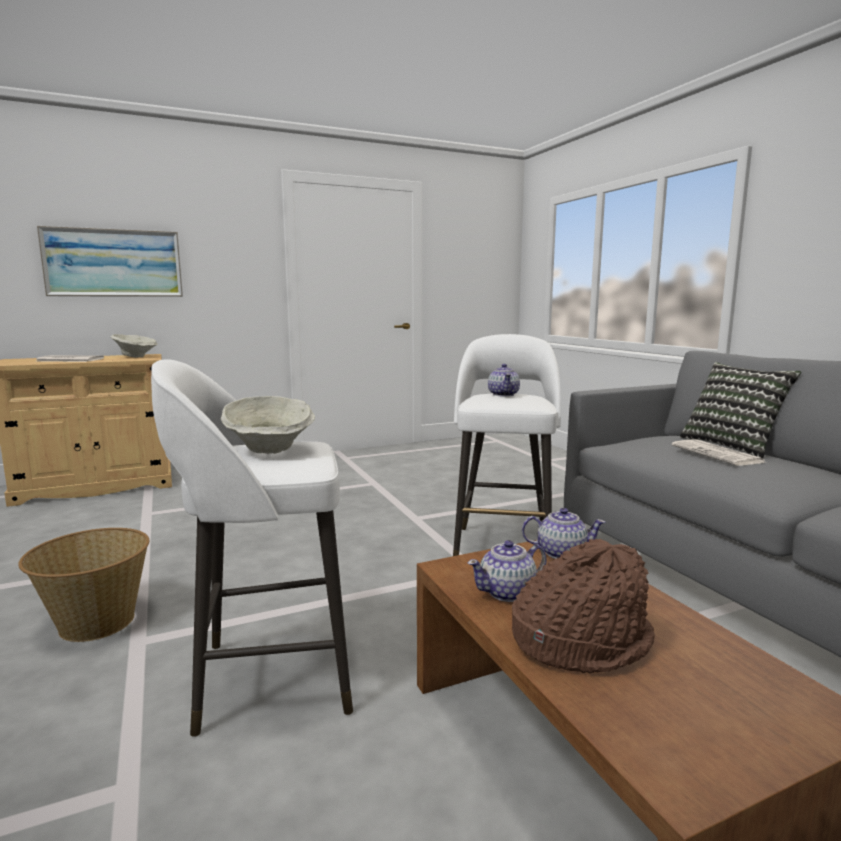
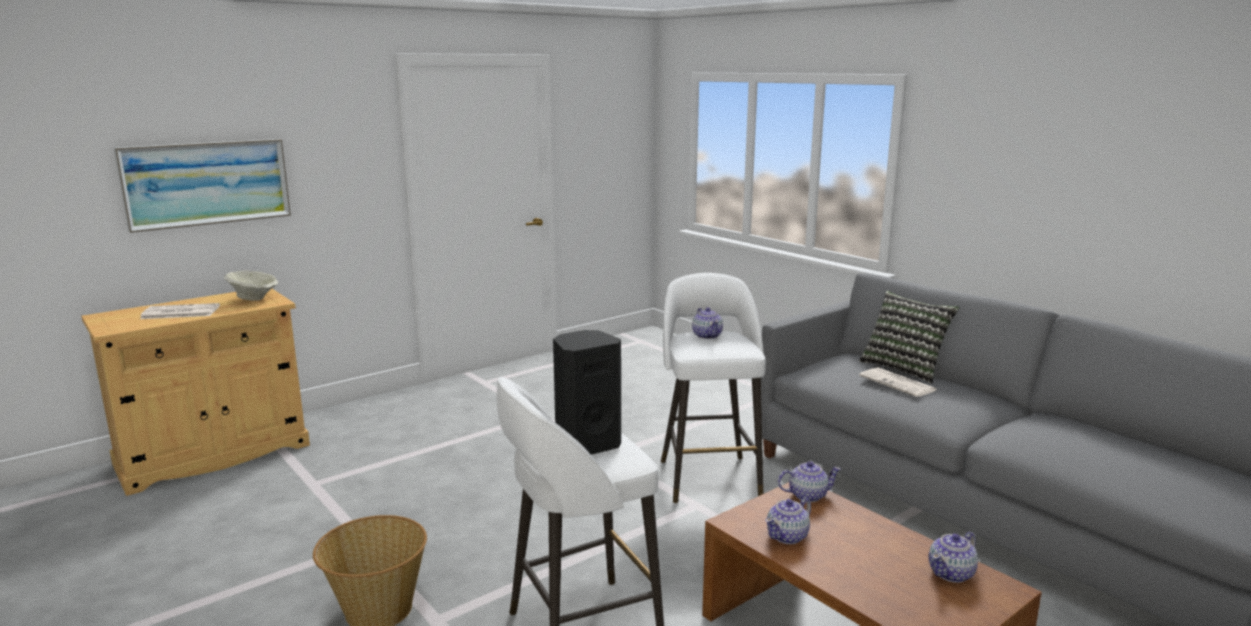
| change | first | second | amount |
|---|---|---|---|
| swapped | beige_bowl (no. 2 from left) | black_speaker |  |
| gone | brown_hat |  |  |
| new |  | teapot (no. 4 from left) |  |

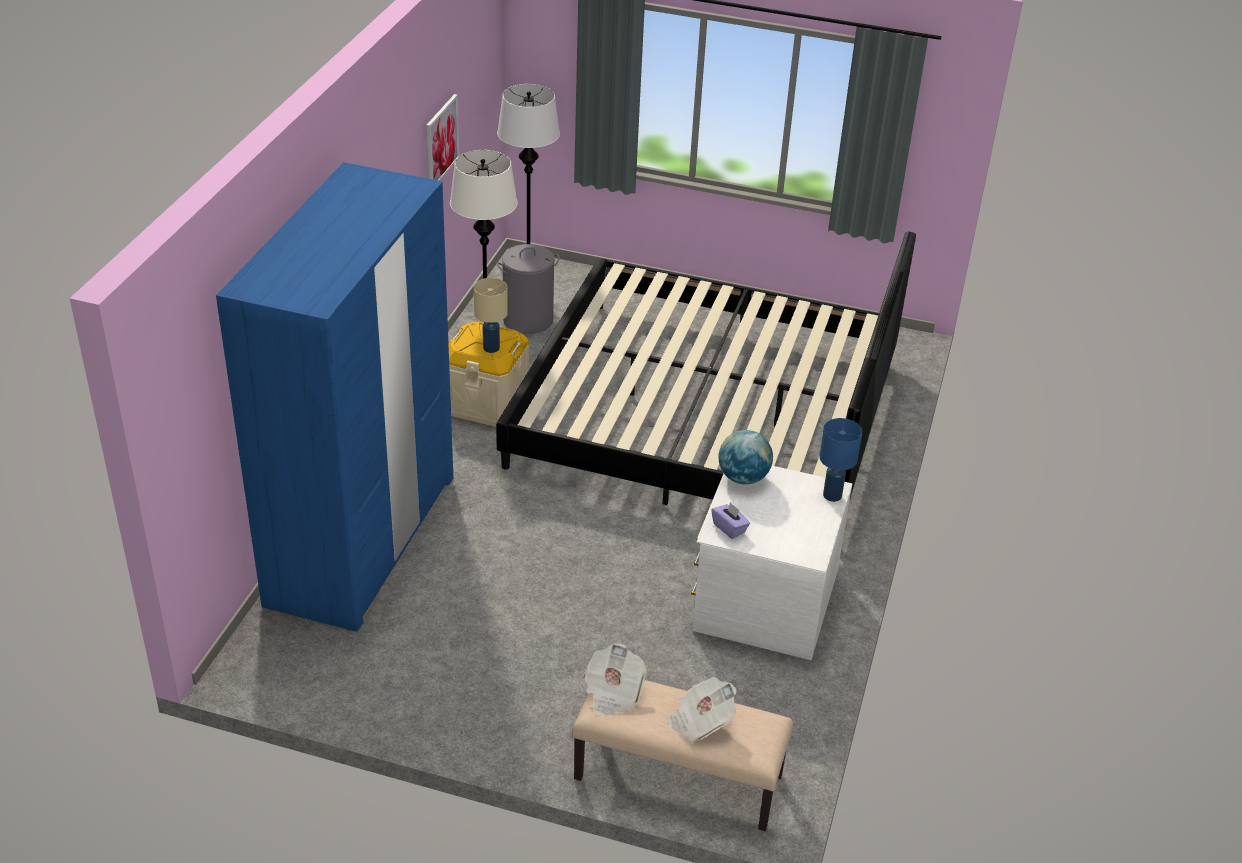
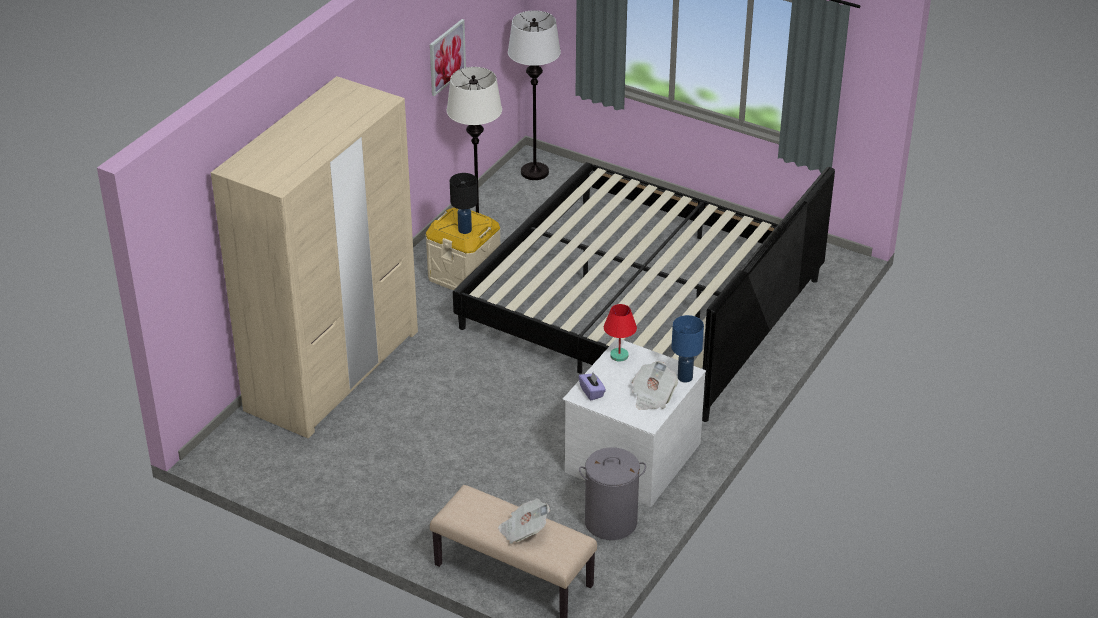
| change | first | second | amount |
|---|---|---|---|
| repainted | blue_wardrobe | beige_wardrobe |  |
| shifted | grey_laundry_basket |  |  |
| repainted | beige_table_lamp | black_table_lamp |  |
| swapped | globe | red_table_lamp |  |
| shifted | newspaper (no. 1 from left in the first image) | newspaper (no. 2 from left) |  |

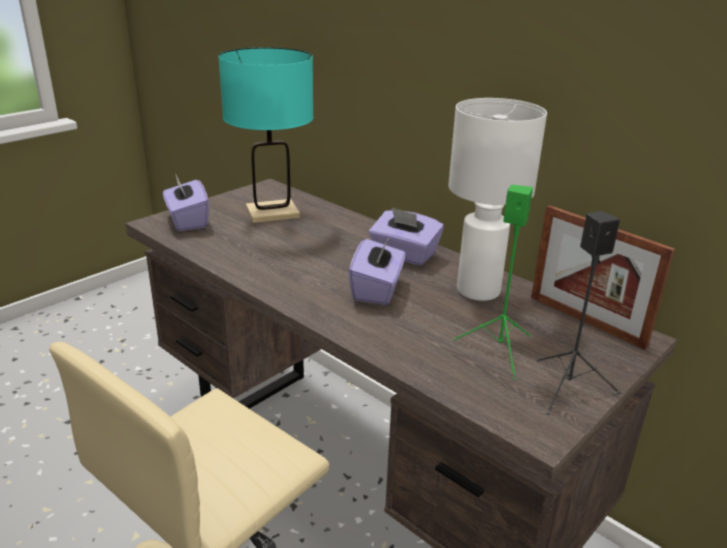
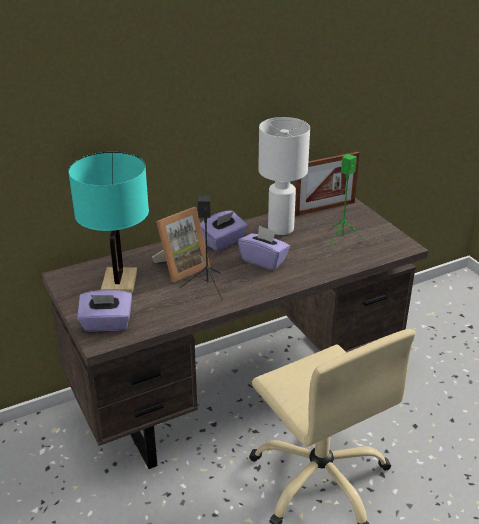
| change | first | second | amount |
|---|---|---|---|
| shifted | black_speaker |  |  |
| new |  | picture_frame (no. 1 from left) |  |

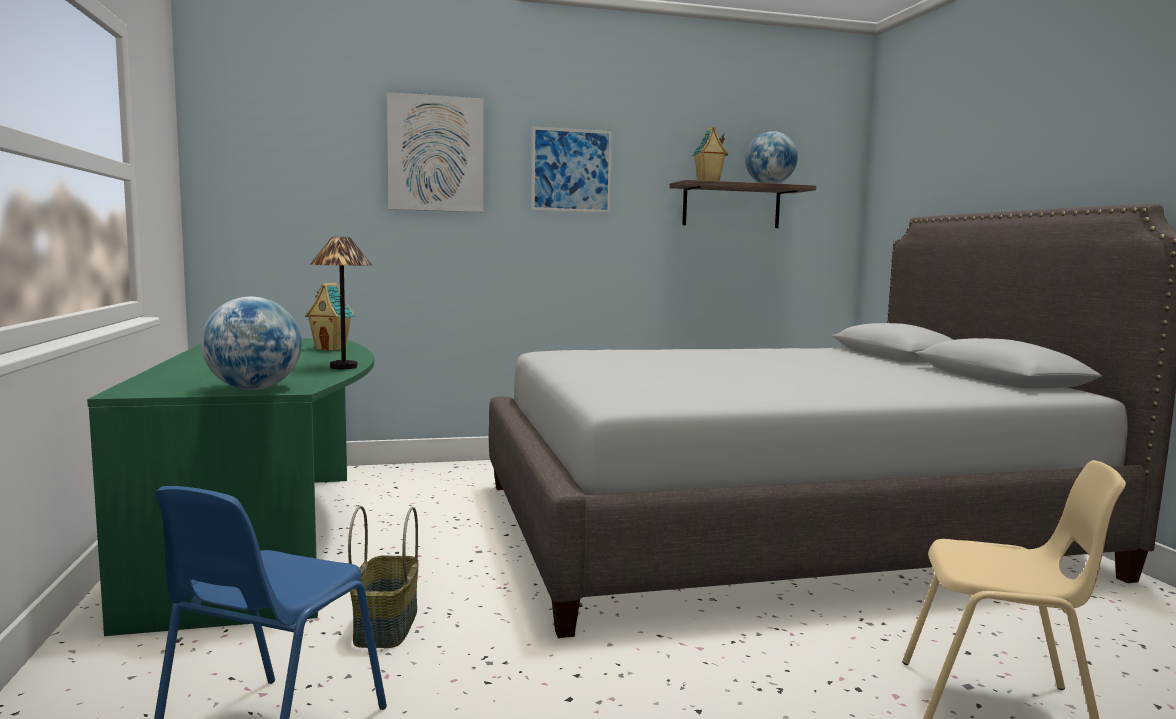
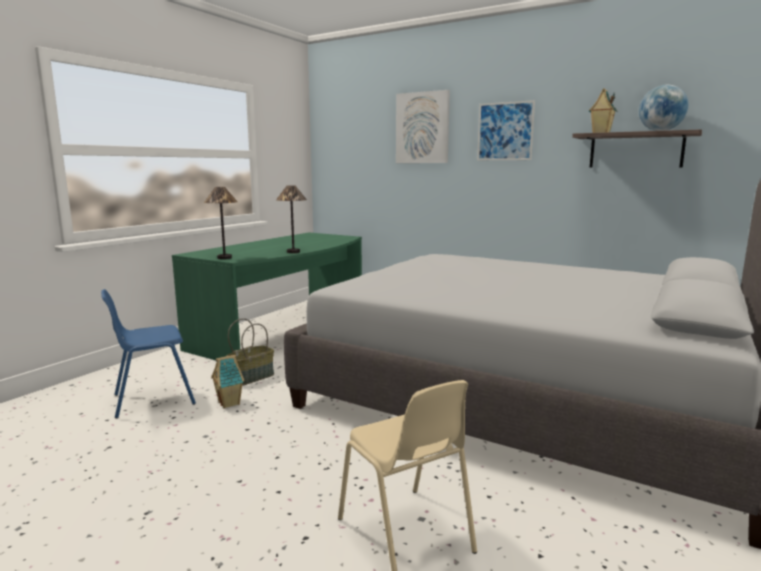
| change | first | second | amount |
|---|---|---|---|
| shifted | toy_house (no. 1 from left) |  |  |
| swapped | globe (no. 1 from left) | table_lamp (no. 1 from left) |  |

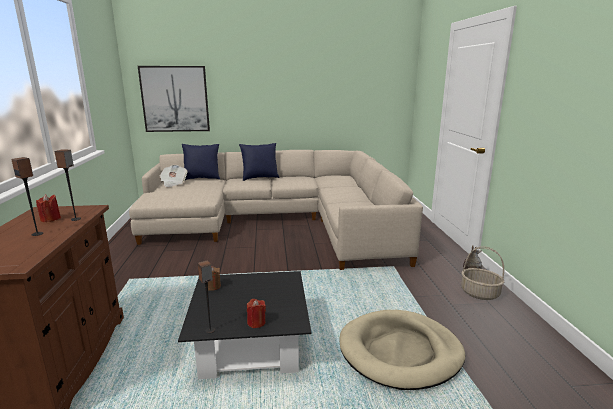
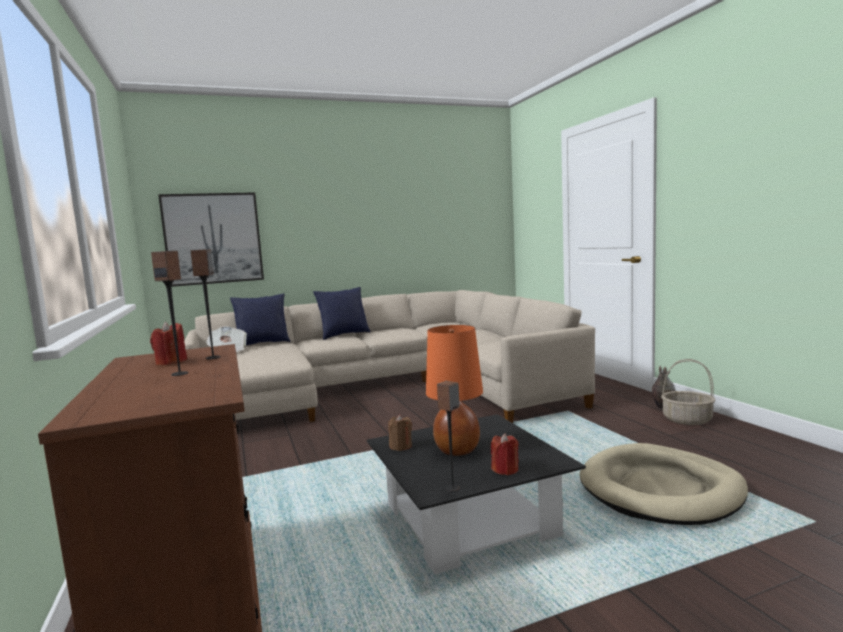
| change | first | second | amount |
|---|---|---|---|
| new |  | orange_table_lamp |  |

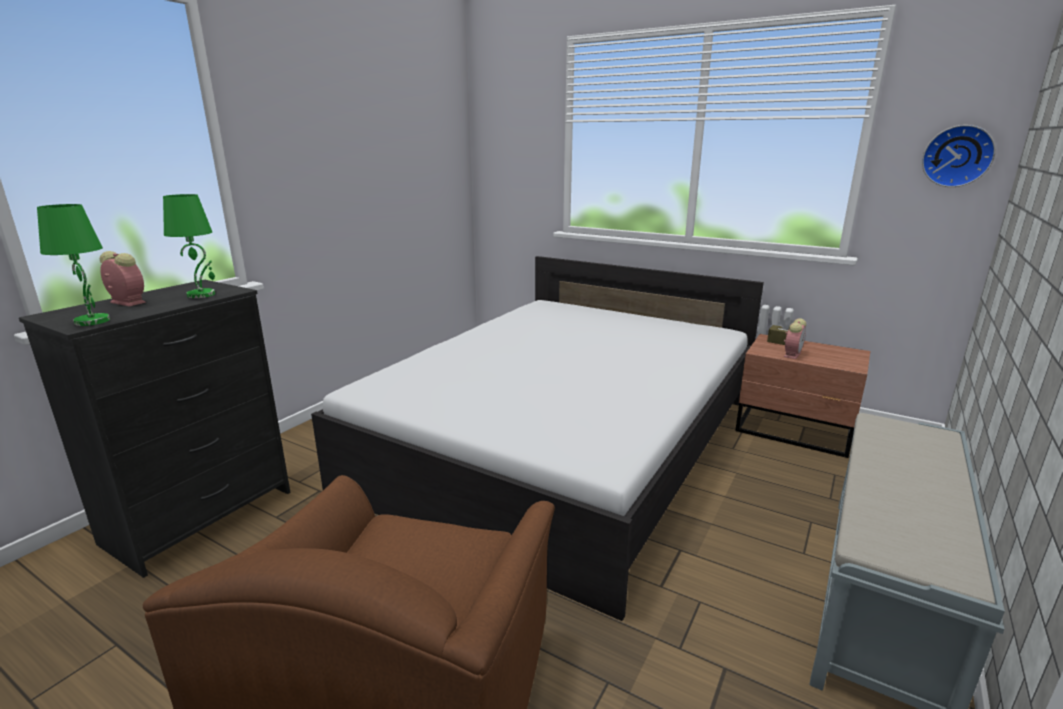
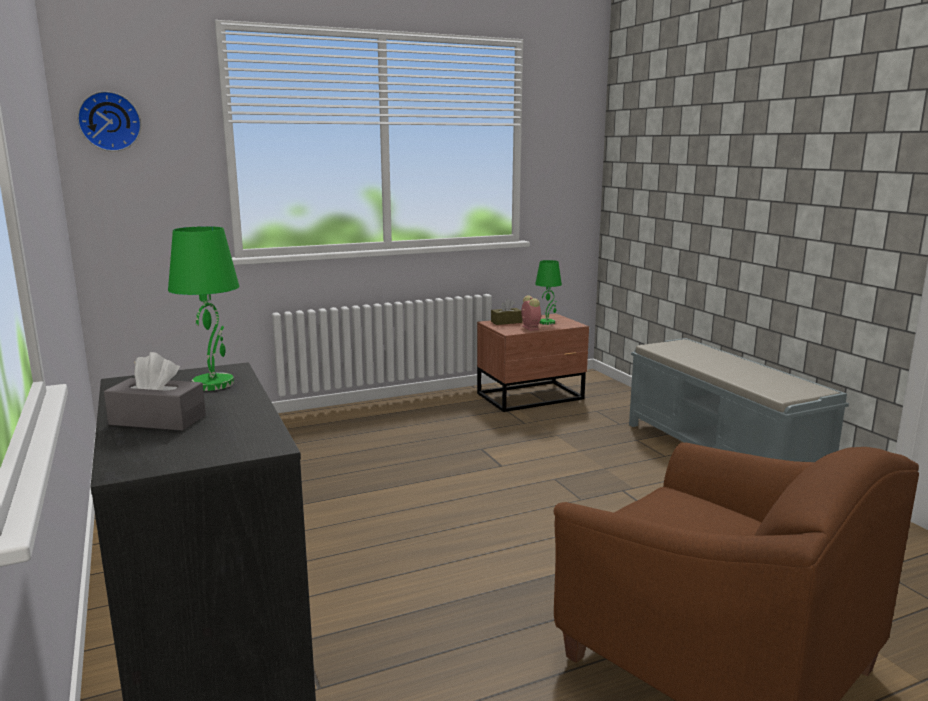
| change | first | second | amount |
|---|---|---|---|
| shifted | wall_clock |  |  |
| shifted | green_table_lamp (no. 1 from left in the first image) | green_table_lamp (no. 2 from left) |  |
| swapped | alarm_clock (no. 1 from left) | grey_tissue_box |  |
| gone | white_bed |  |  |

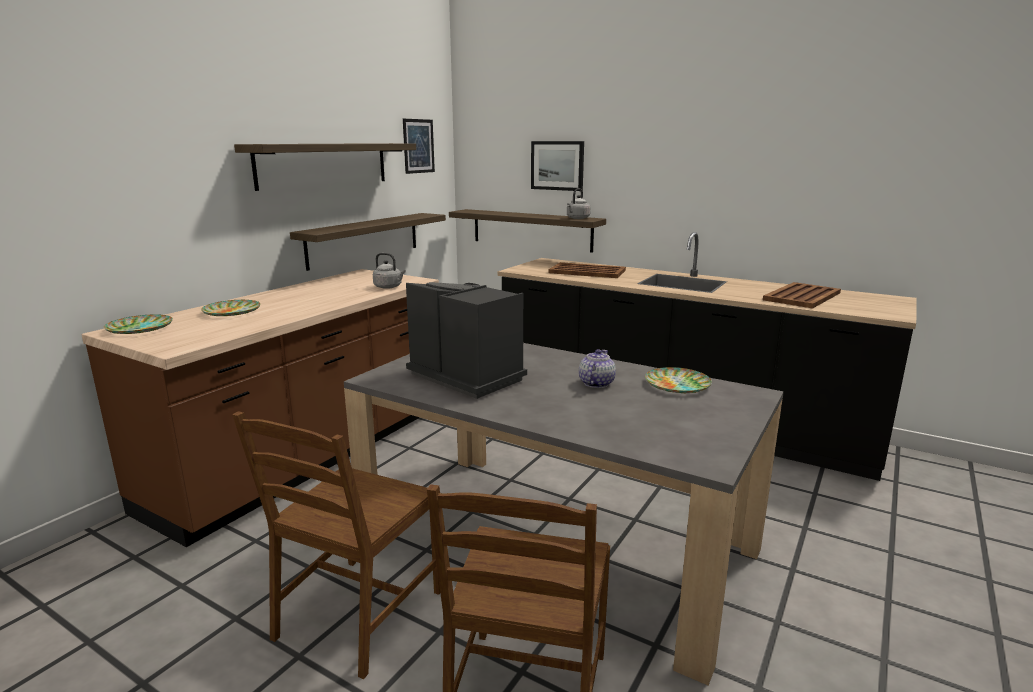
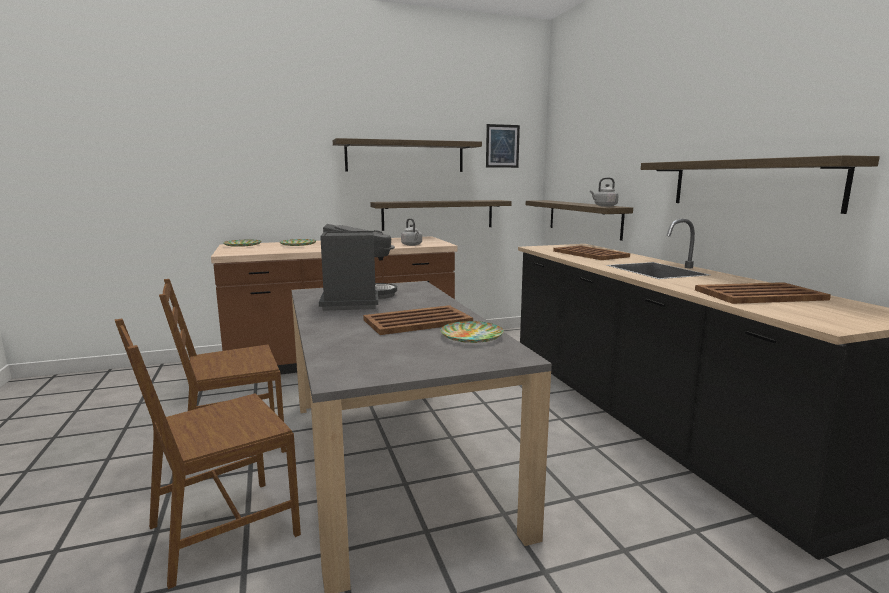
| change | first | second | amount |
|---|---|---|---|
| gone | picture (no. 2 from left) |  |  |
| swapped | teapot | brown_tray (no. 1 from left) |  |
| new |  | shelf (no. 4 from left) |  |

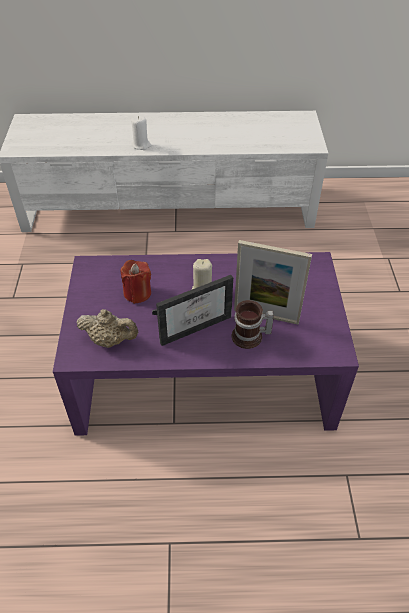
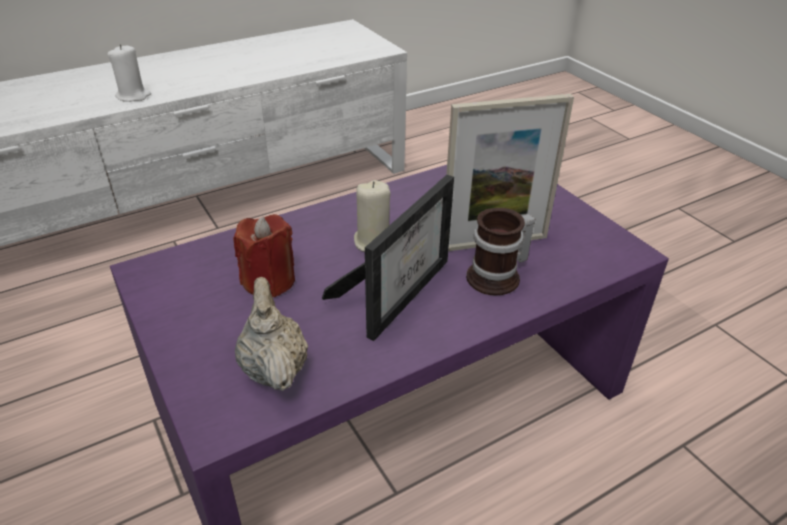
| change | first | second | amount |
|---|---|---|---|
| rotated | beige_teapot |  | 90 degrees counterclockwise |

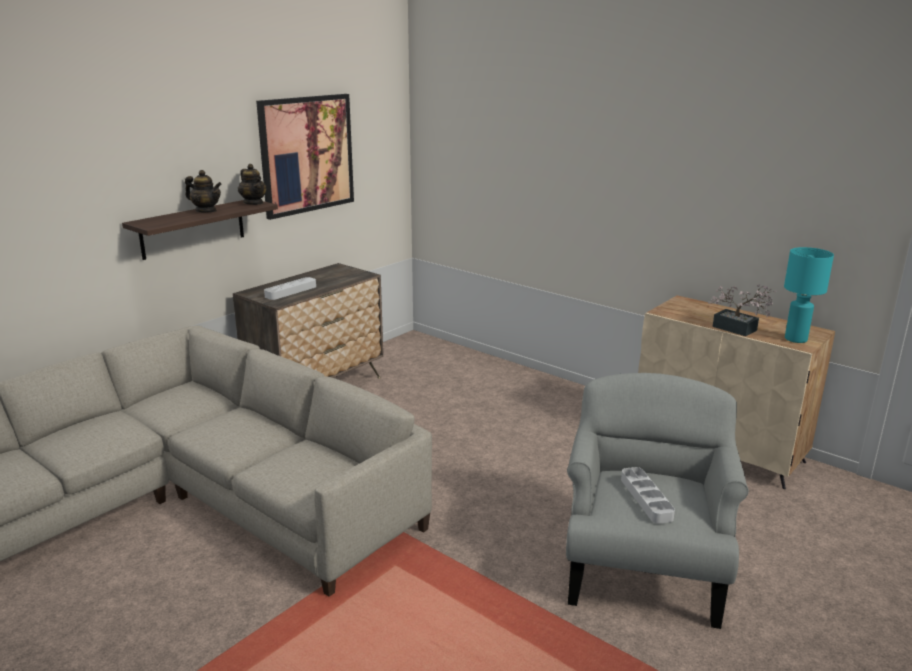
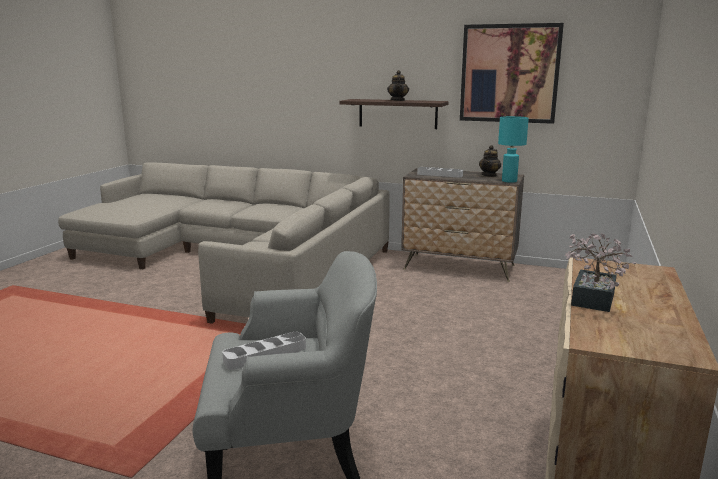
| change | first | second | amount |
|---|---|---|---|
| shifted | teapot (no. 2 from left) |  |  |
| shifted | turquoise_table_lamp |  |  |

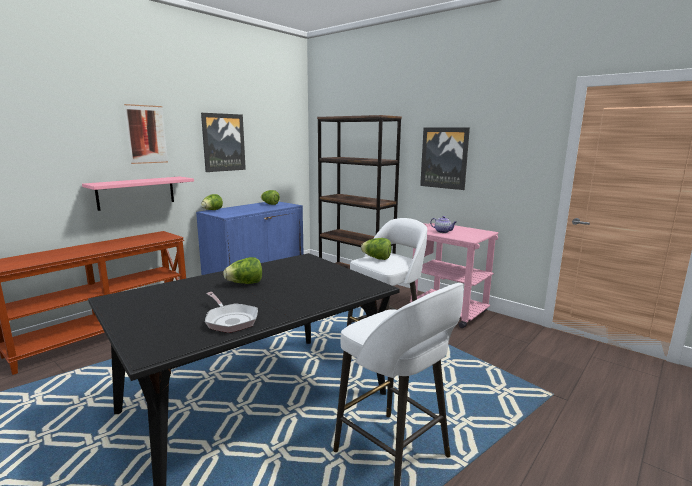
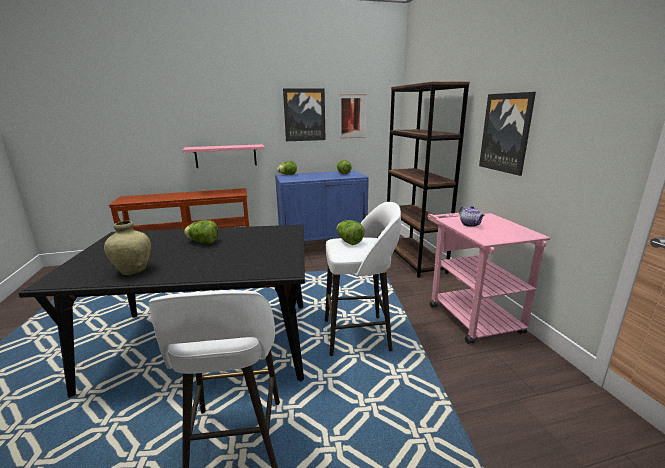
| change | first | second | amount |
|---|---|---|---|
| shifted | picture (no. 1 from left in the first image) | picture (no. 2 from left) |  |
| swapped | frying_pan | beige_vase |  |

